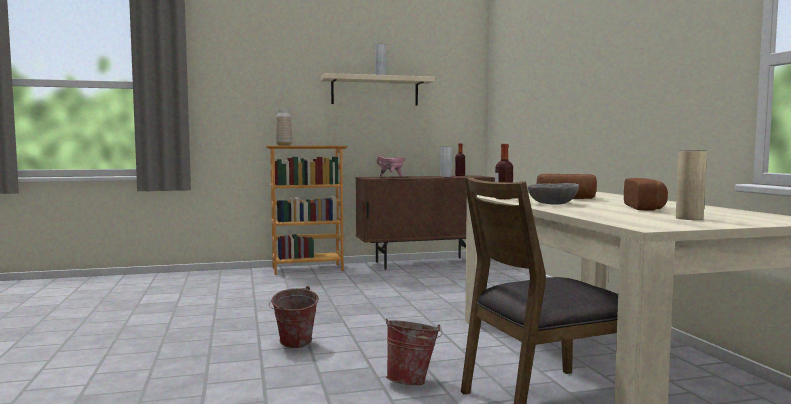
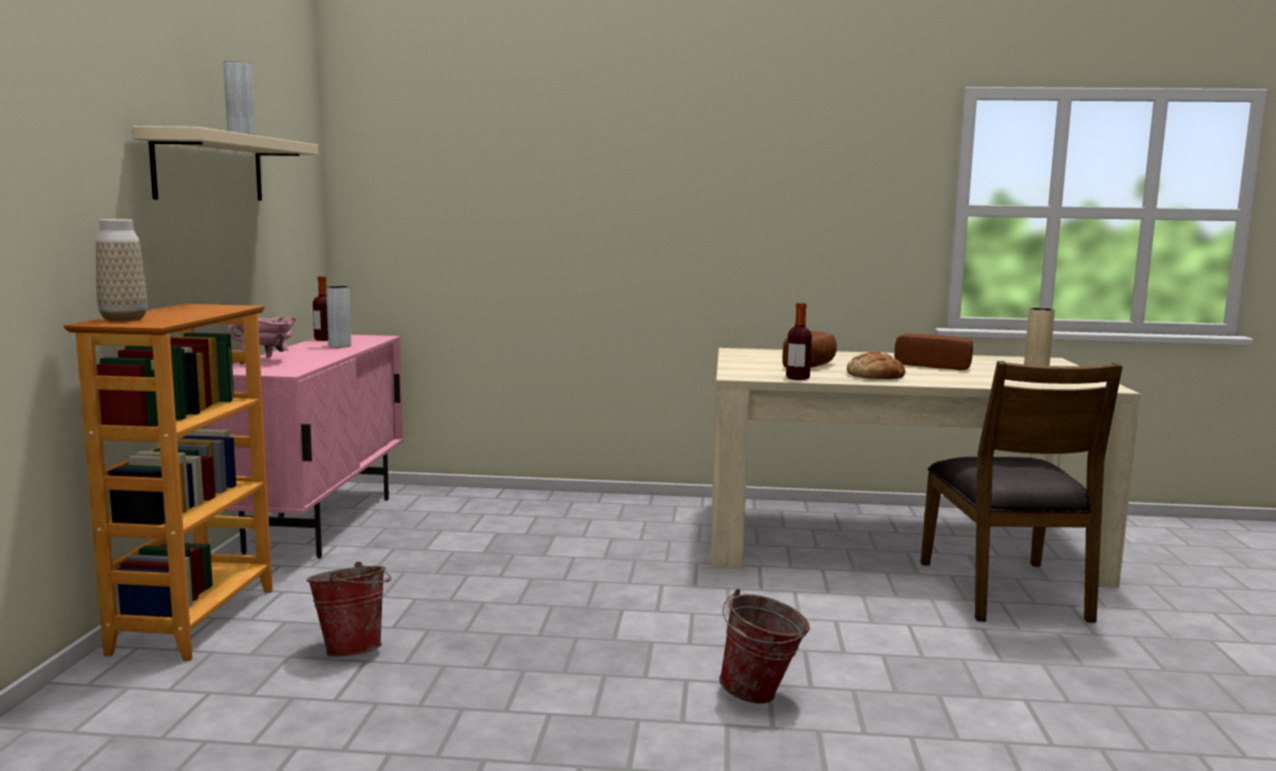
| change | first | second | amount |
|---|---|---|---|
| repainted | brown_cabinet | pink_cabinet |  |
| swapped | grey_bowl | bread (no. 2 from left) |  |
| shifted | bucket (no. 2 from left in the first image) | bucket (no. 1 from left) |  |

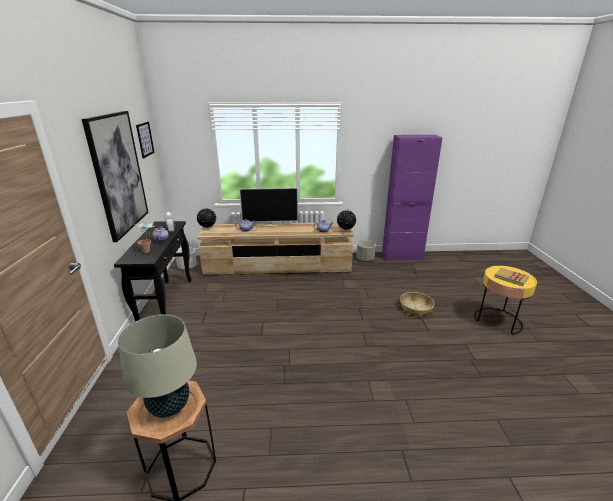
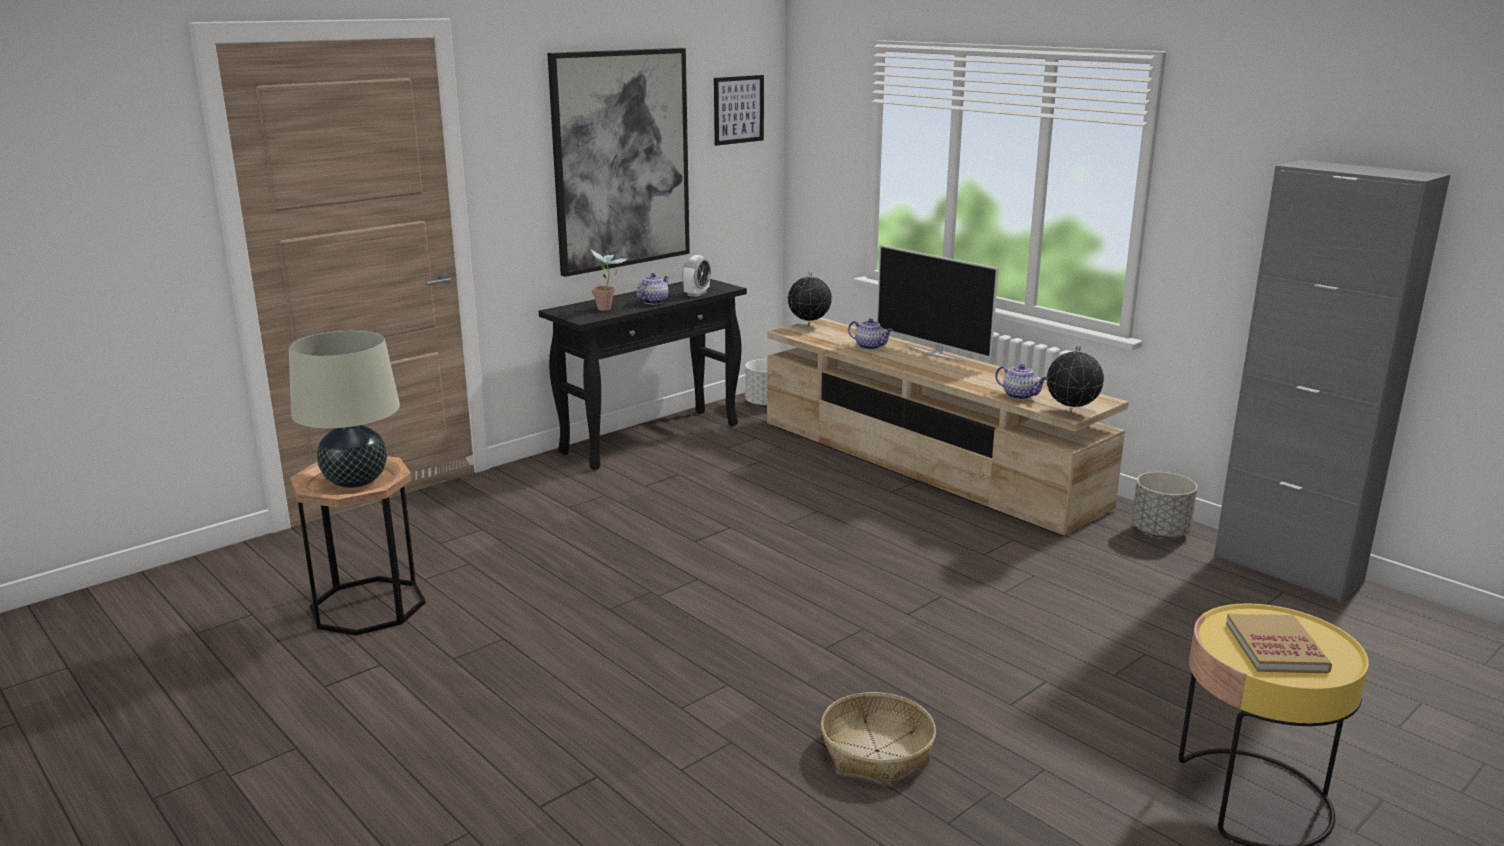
| change | first | second | amount |
|---|---|---|---|
| repainted | purple_cabinet | grey_cabinet |  |
| shifted | basket |  |  |

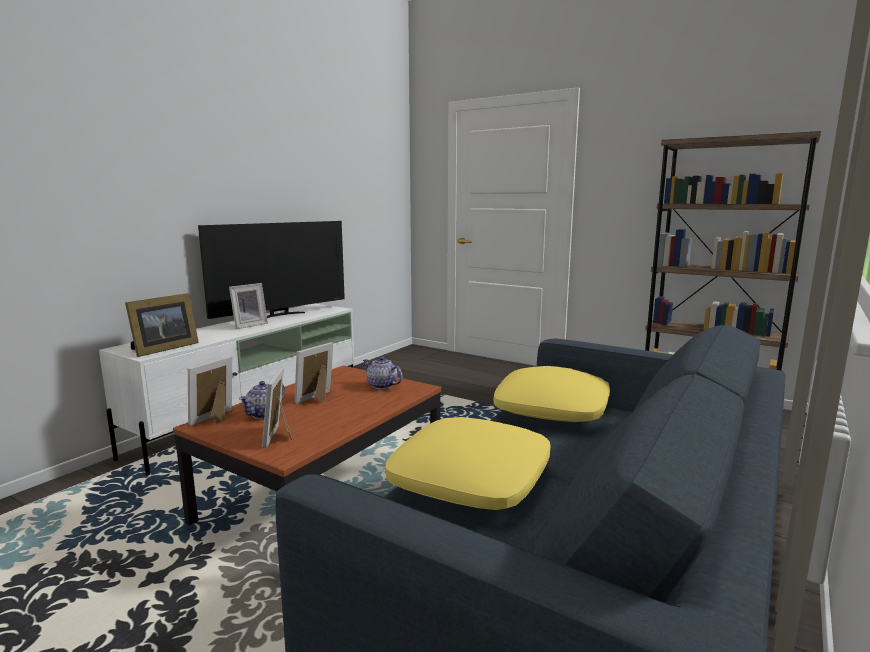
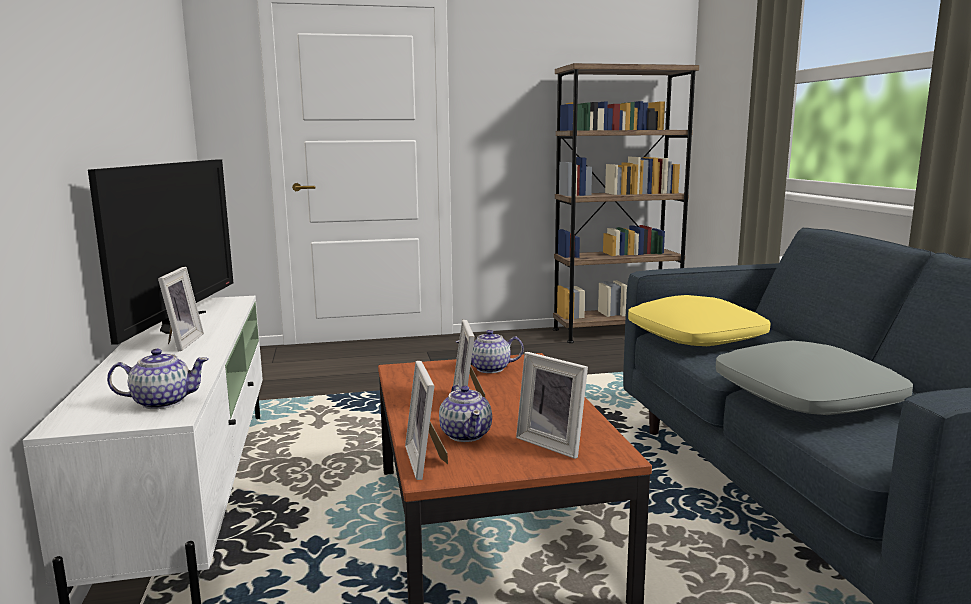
| change | first | second | amount |
|---|---|---|---|
| swapped | picture_frame (no. 1 from left) | teapot (no. 1 from left) |  |
| repainted | yellow_pillow (no. 1 from left) | grey_pillow |  |

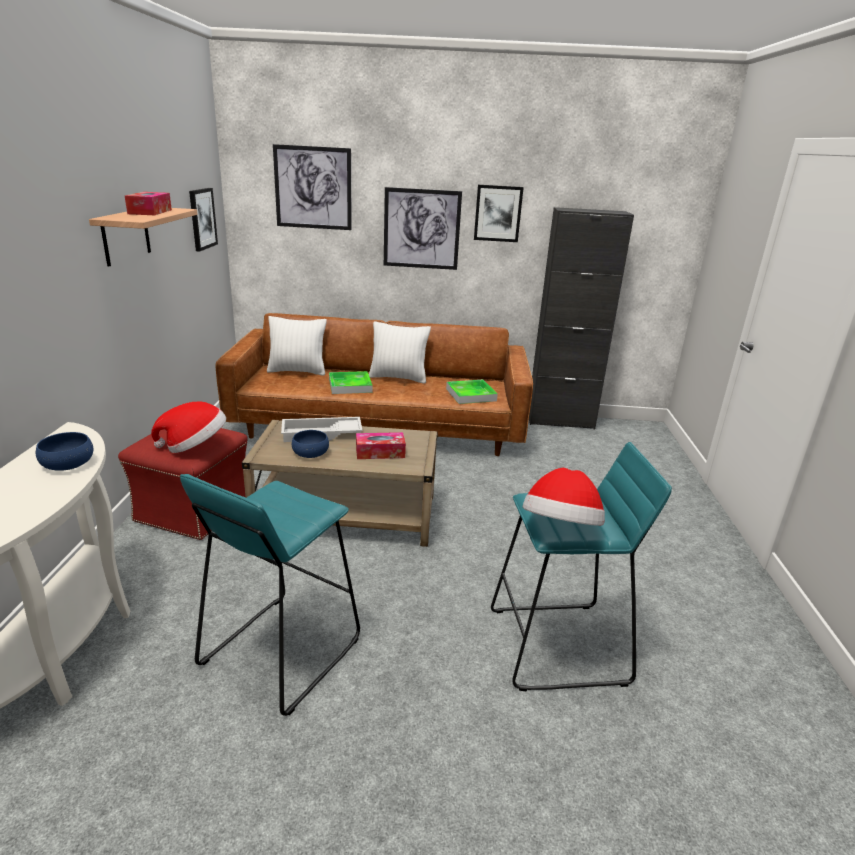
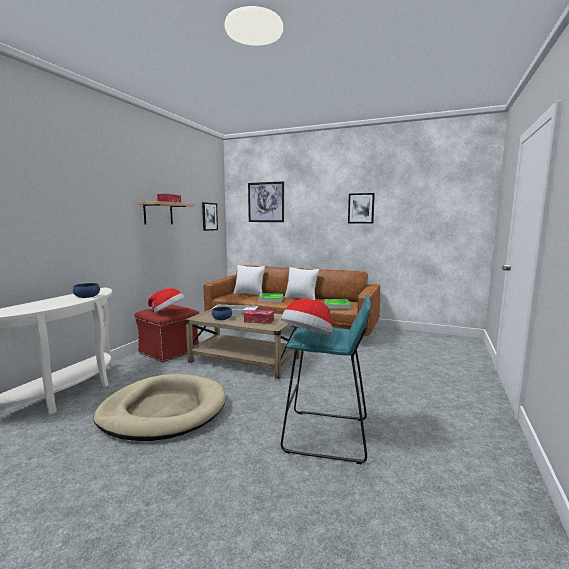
| change | first | second | amount |
|---|---|---|---|
| gone | picture (no. 3 from left) |  |  |
| gone | black_cabinet |  |  |
| swapped | turquoise_stool (no. 1 from left) | beige_dog_bed |  |

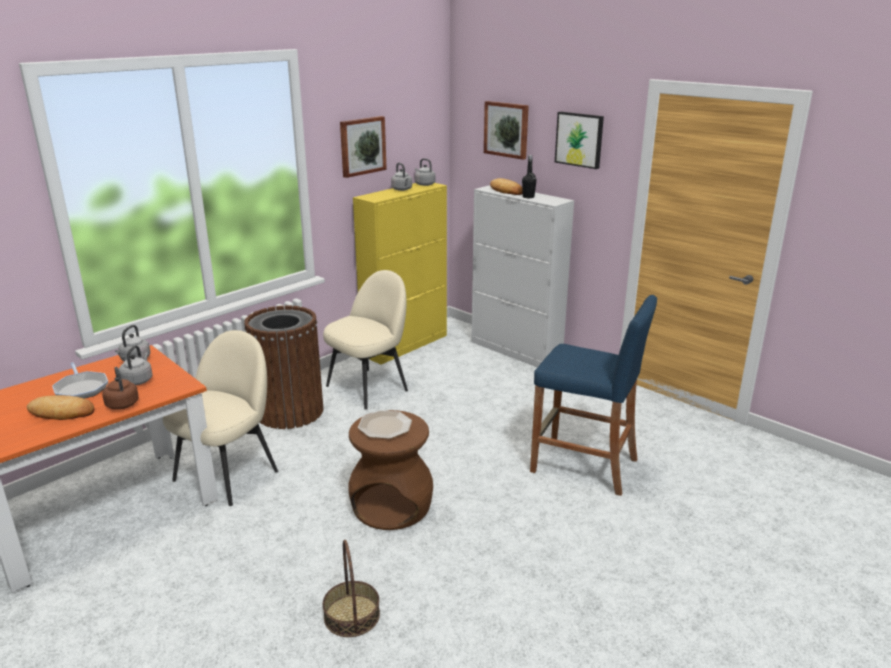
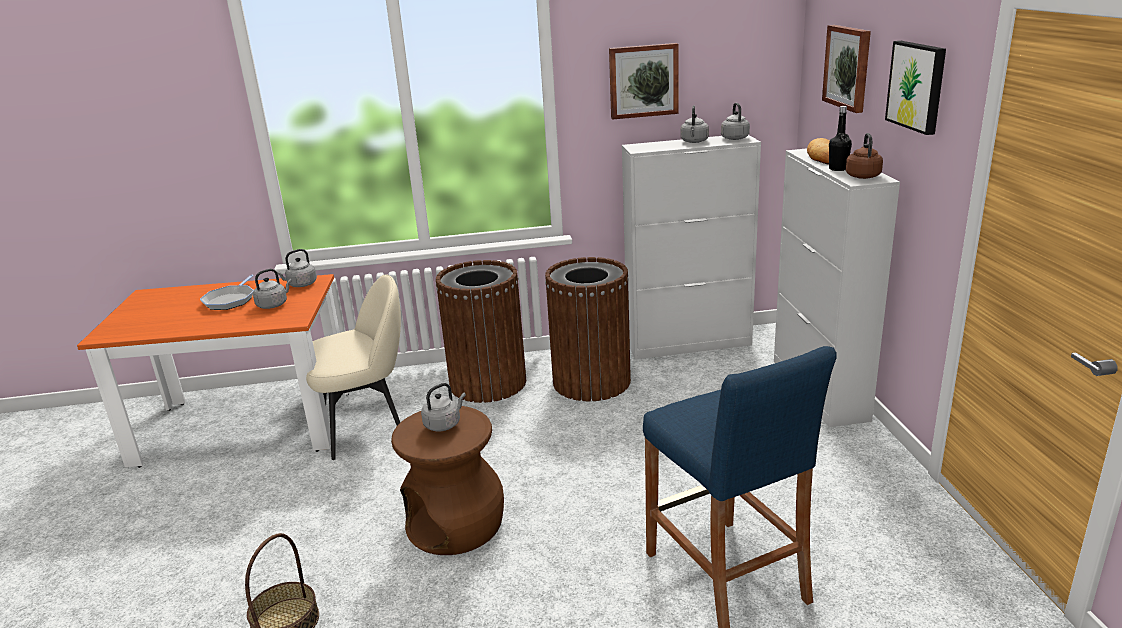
| change | first | second | amount |
|---|---|---|---|
| repainted | yellow_cabinet | white_cabinet (no. 1 from left) |  |
| swapped | beige_chair (no. 2 from left) | brown_trash_can (no. 2 from left) |  |
| shifted | brown_kettle |  |  |
| gone | bread (no. 1 from left) |  |  |
| swapped | plate | grey_kettle (no. 3 from left) |  |

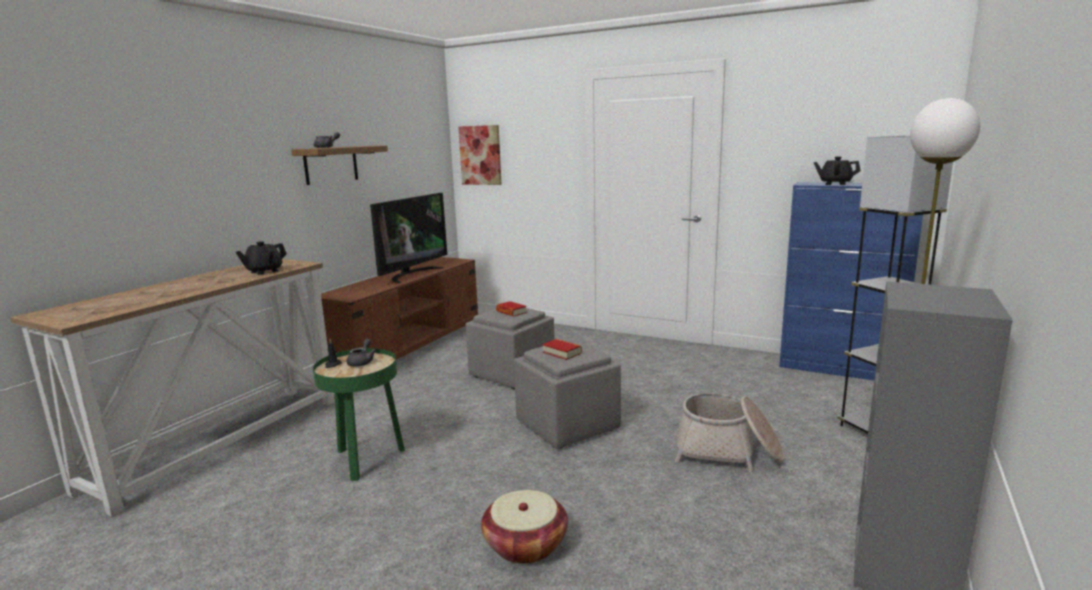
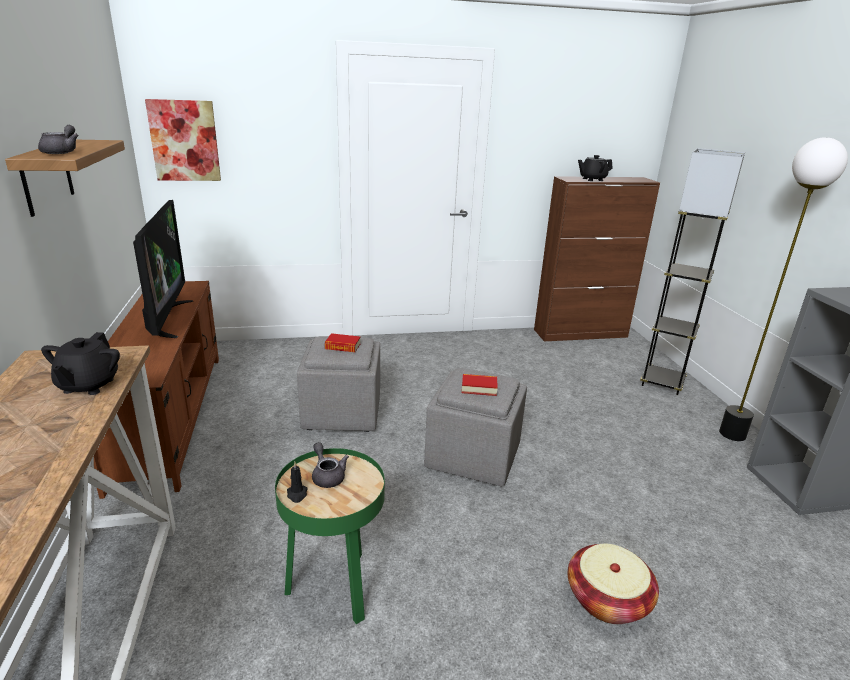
| change | first | second | amount |
|---|---|---|---|
| repainted | blue_cabinet | brown_cabinet |  |
| gone | basket (no. 2 from left) |  |  |

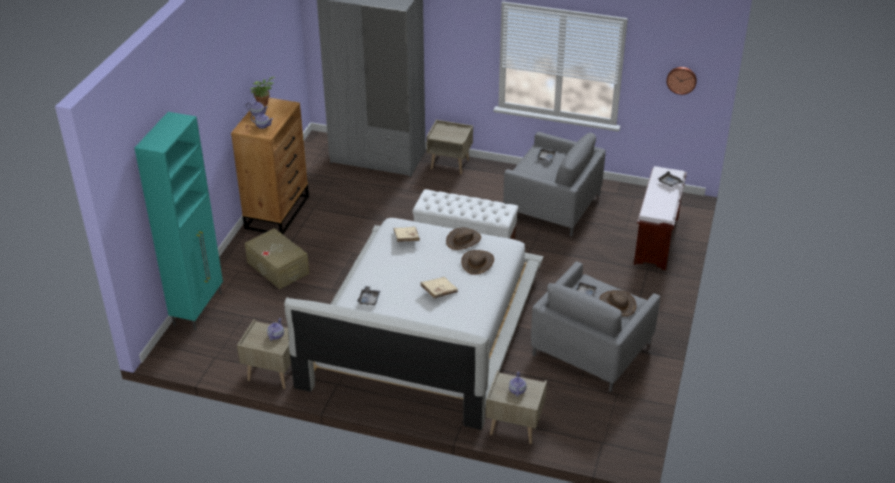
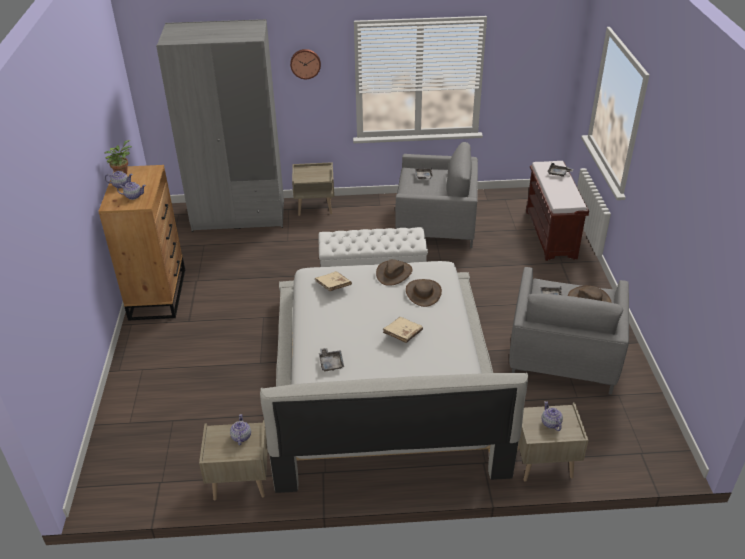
| change | first | second | amount |
|---|---|---|---|
| shifted | wall_clock |  |  |
| gone | turquoise_cabinet |  |  |
| gone | beige_storage_box |  |  |

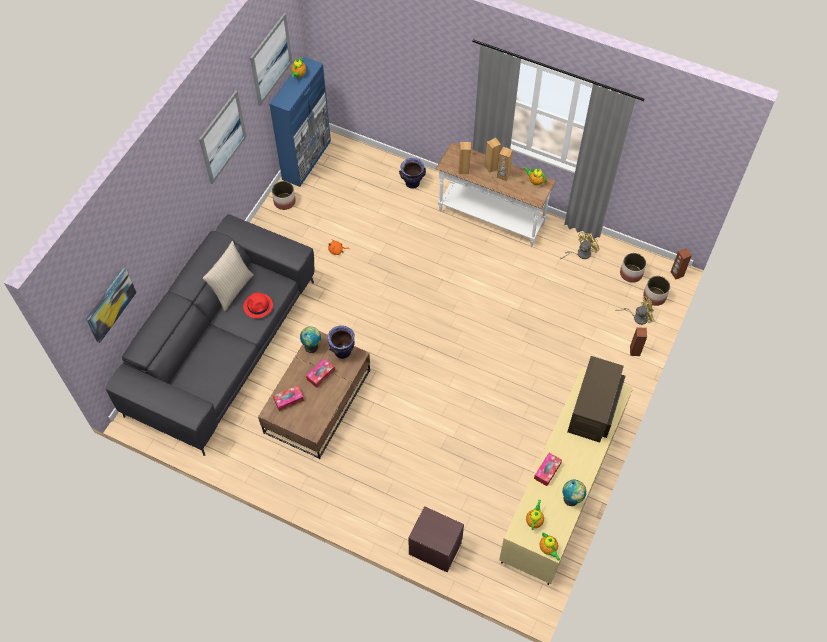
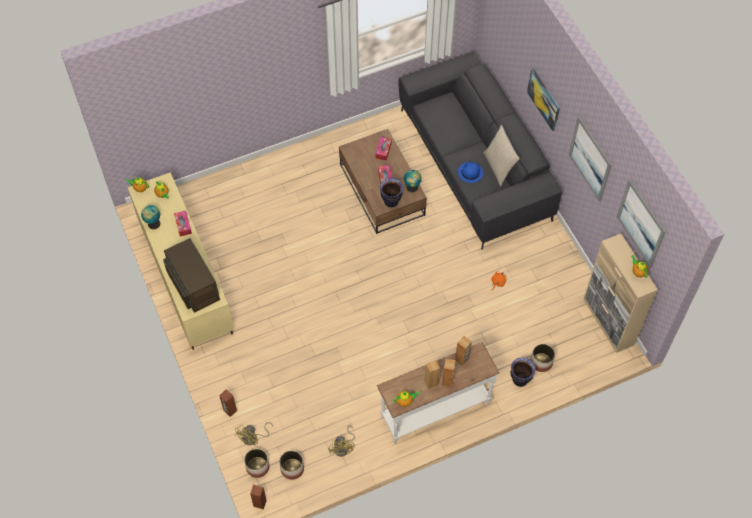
| change | first | second | amount |
|---|---|---|---|
| repainted | blue_cabinet | beige_cabinet |  |
| shifted | planter (no. 1 from left in the first image) | planter (no. 3 from left) |  |
| shifted | picture (no. 1 from left) |  |  |
| repainted | red_hat | blue_hat |  |
| gone | brown_nightstand |  |  |

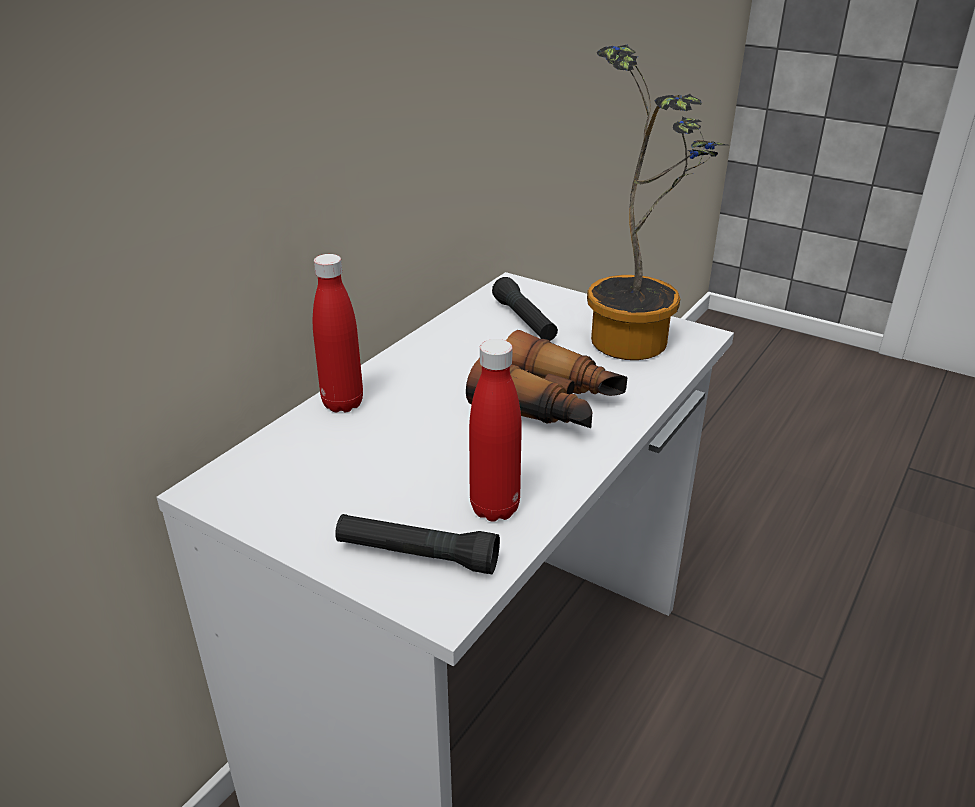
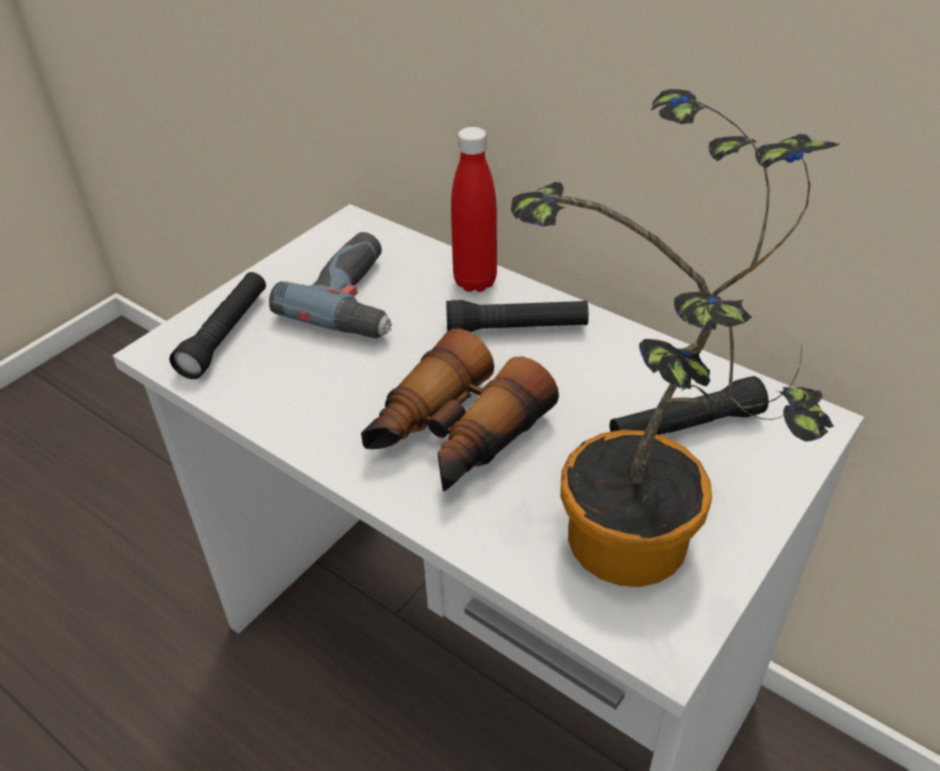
| change | first | second | amount |
|---|---|---|---|
| gone | red_bottle (no. 2 from left) |  |  |
| new |  | power_drill |  |
| new |  | black_flashlight (no. 2 from left) |  |

